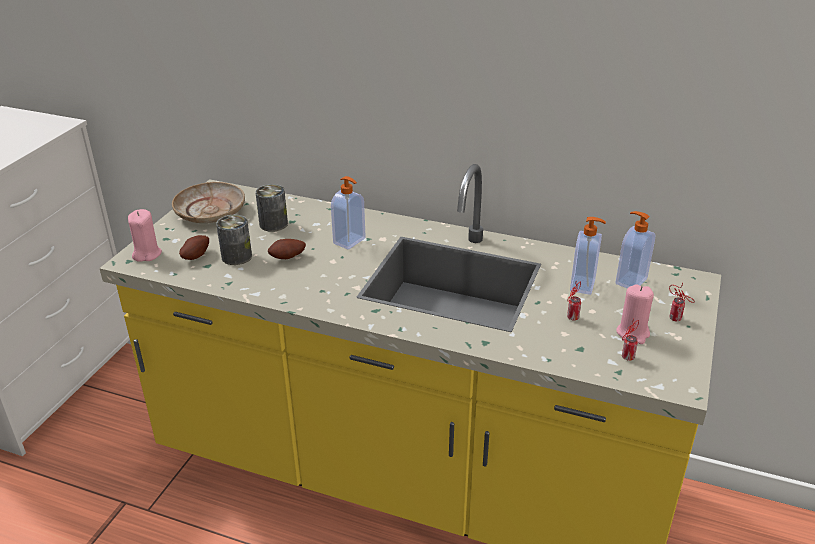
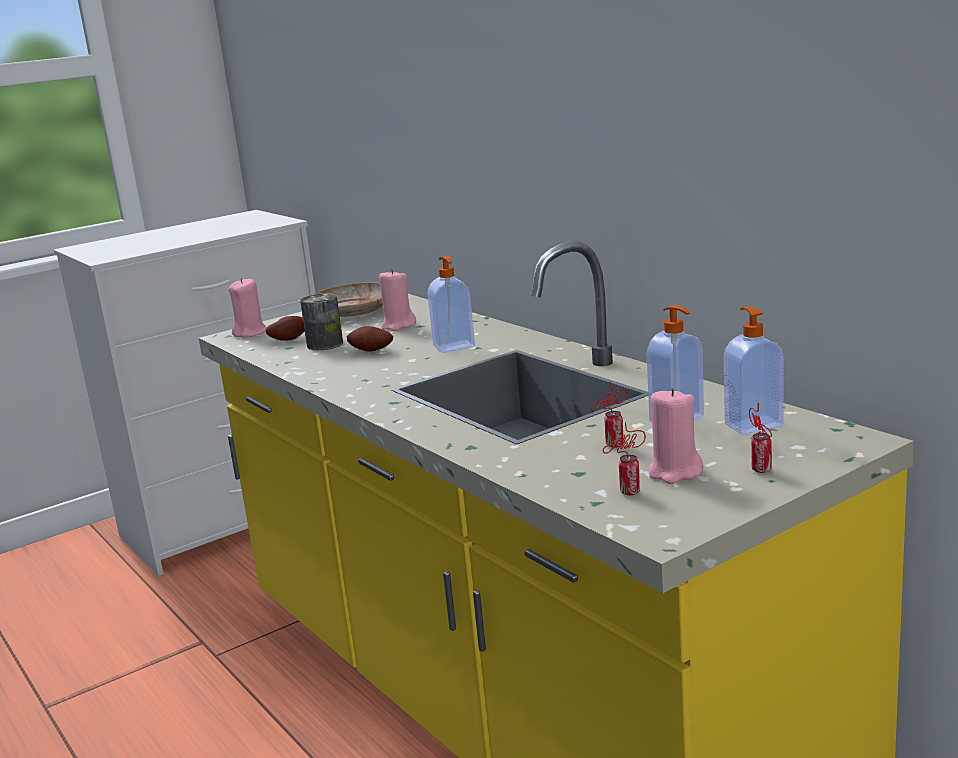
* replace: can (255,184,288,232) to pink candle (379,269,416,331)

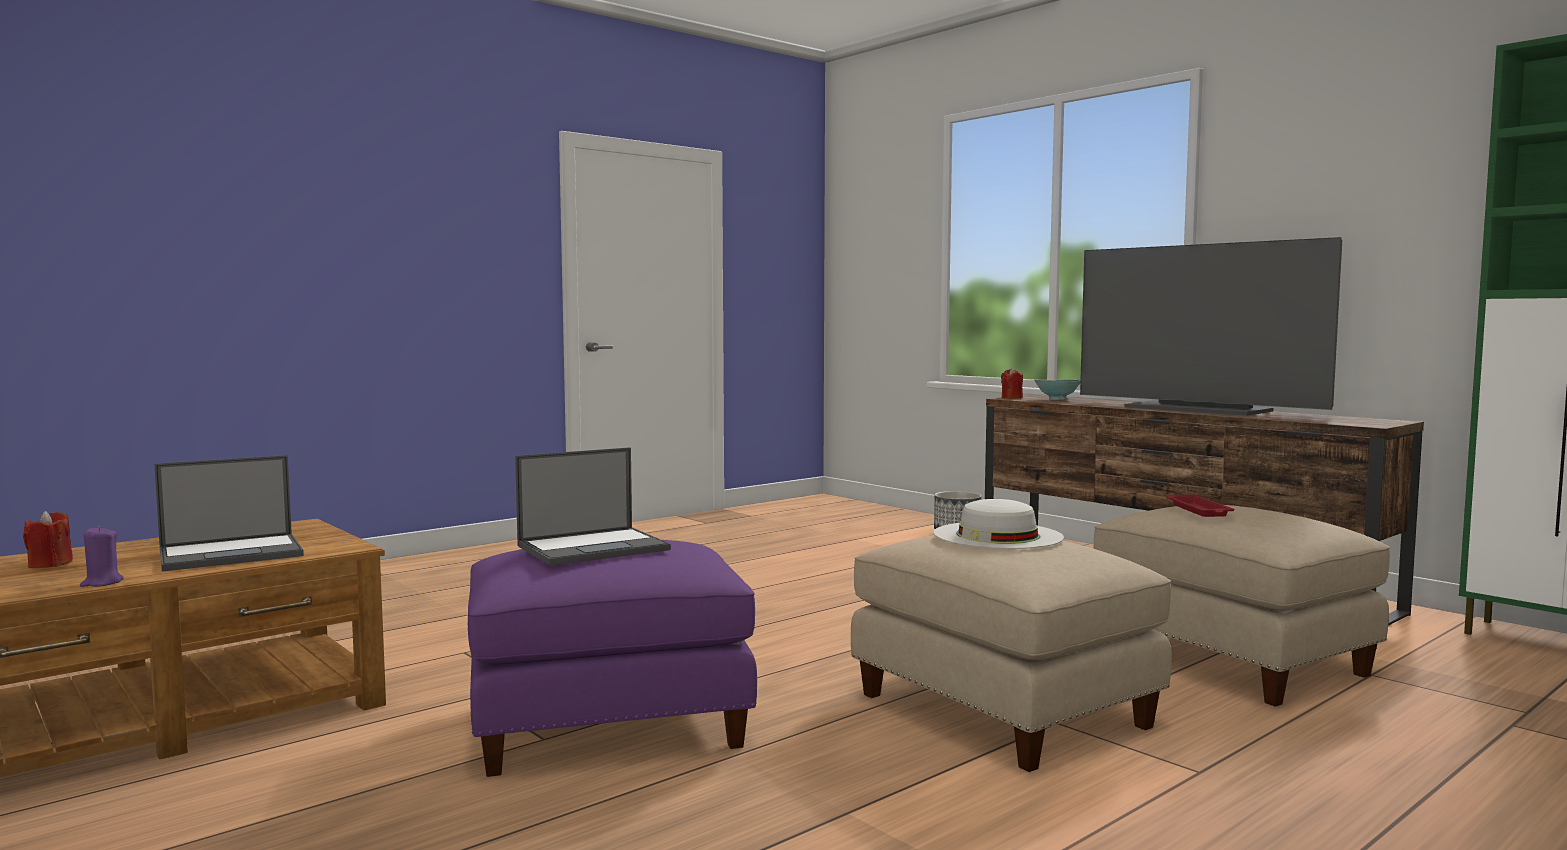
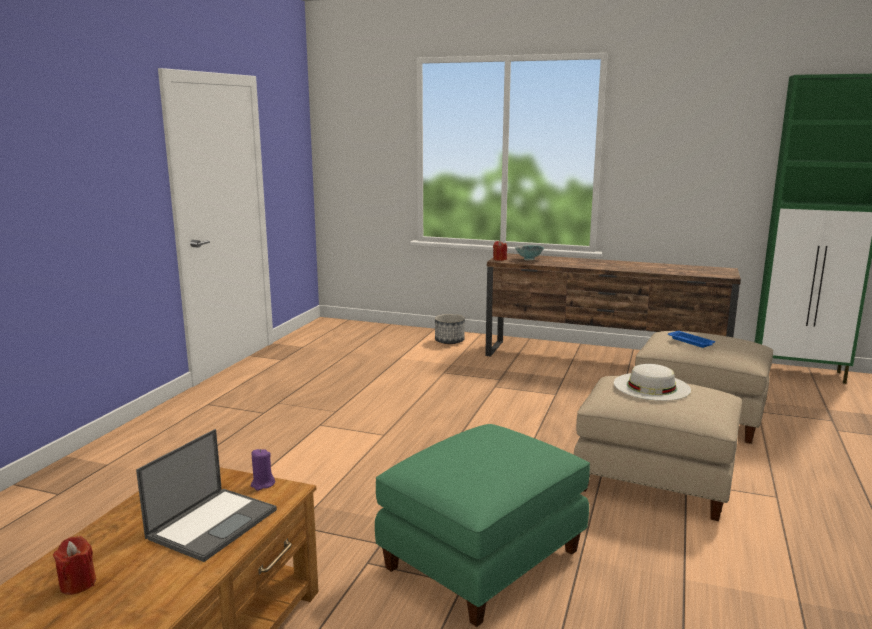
* move: purple candle (80,526,124,587) to (251,449,275,491)
* recolor: purple ottoman (468,540,757,777) to green ottoman (375,424,590,627)
* recolor: red tray (1166,494,1234,517) to blue tray (668,330,715,348)
* delete: laptop (515,447,671,566)
* delete: television (1080,237,1342,416)

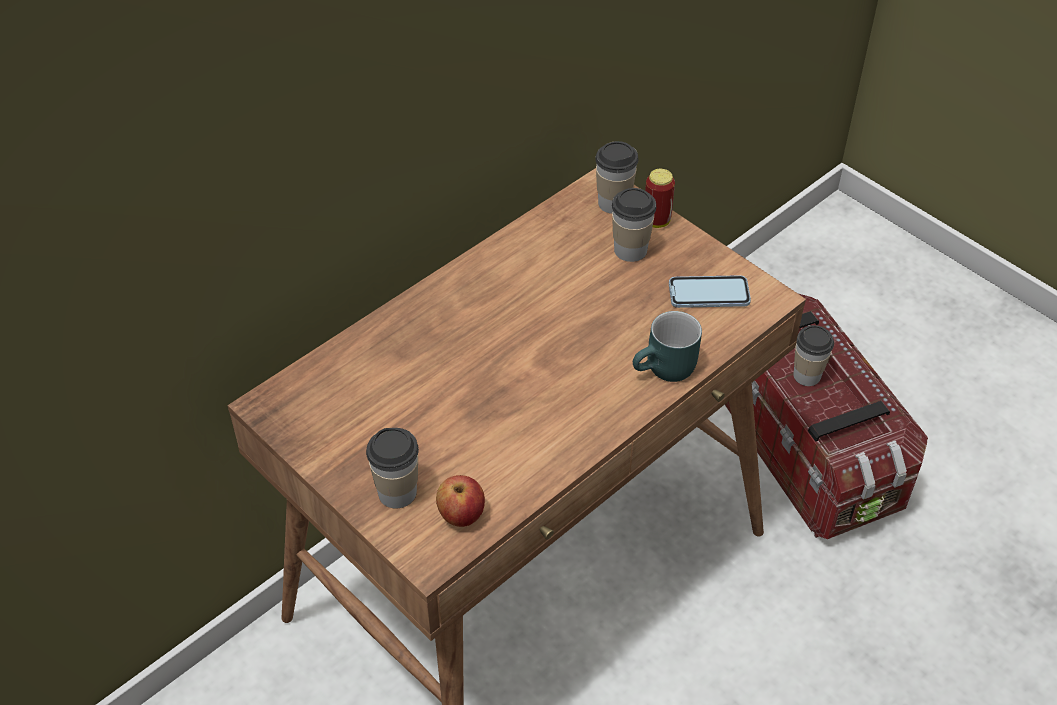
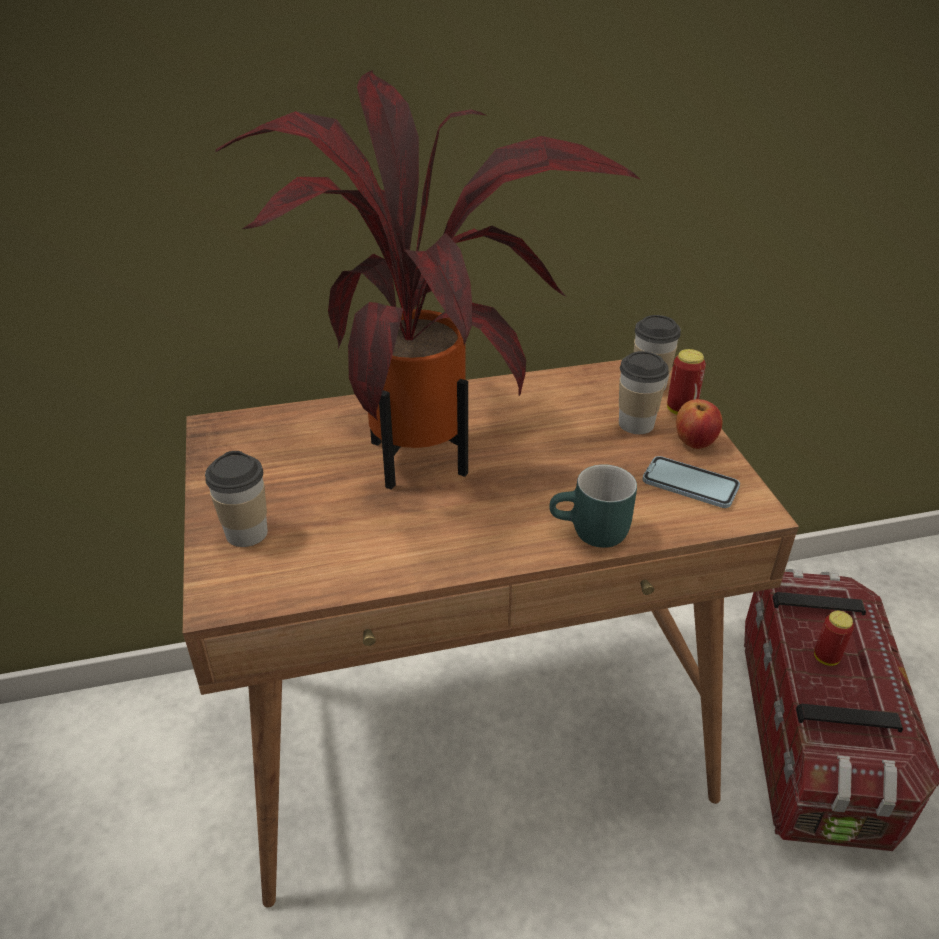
* insert: potted plant (215,70,641,489)
* move: apple (436,475,485,527) to (676,399,722,449)
* replace: cup (793,325,834,386) to can (814,611,854,666)

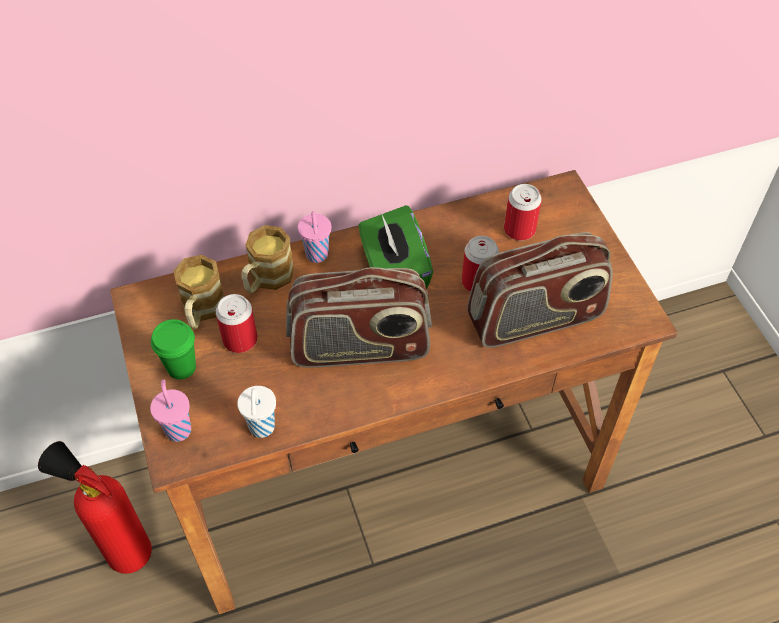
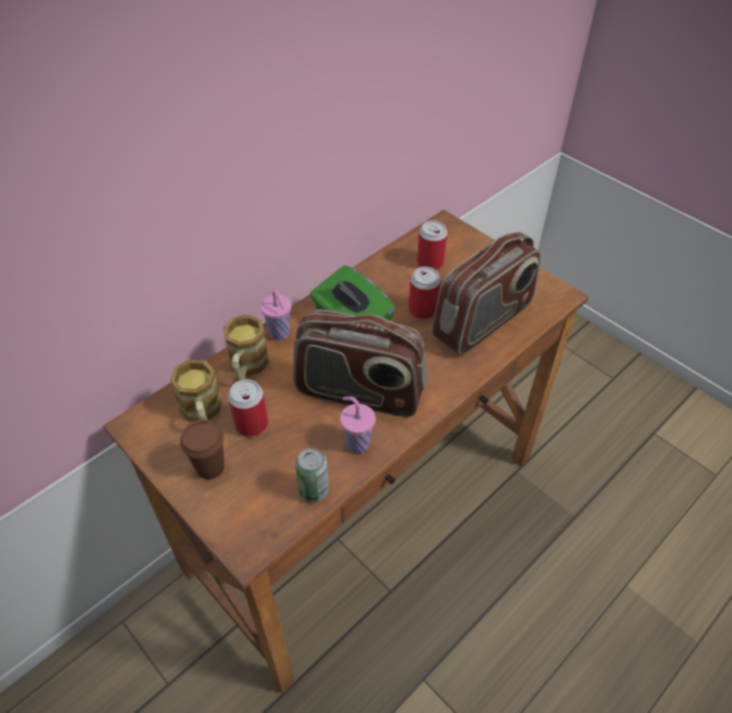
* recolor: green cup (151,319,196,380) to brown cup (180,420,224,479)
* rotate: radio (286,267,432,368) = (293,310,426,417) 45 degrees clockwise
* replace: white cup (237,386,276,438) to can (295,448,329,502)
* move: pink cup (150,379,191,442) to (340,397,376,453)
* delete: fire extinguisher (38,441,152,574)

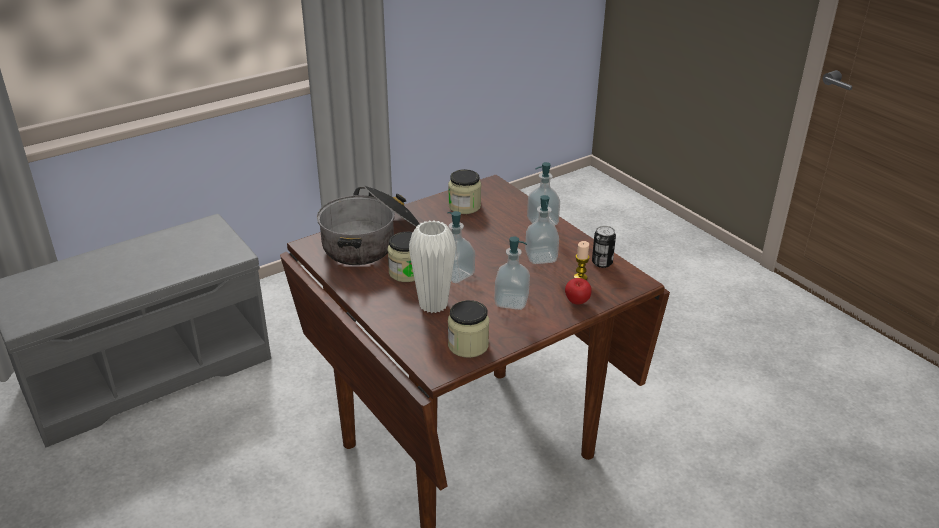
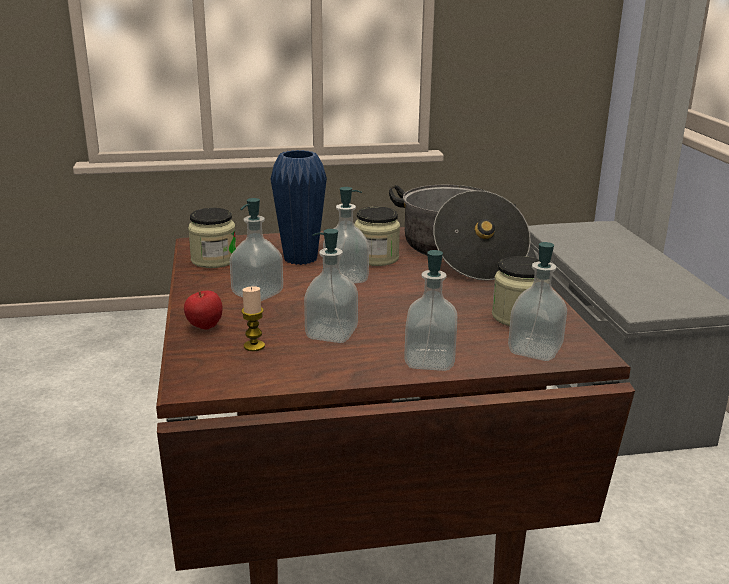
* recolor: white vase (409,220,456,313) to blue vase (271,150,327,265)
* insert: soap dispenser (508,242,567,361)
* delete: can (592,226,616,268)

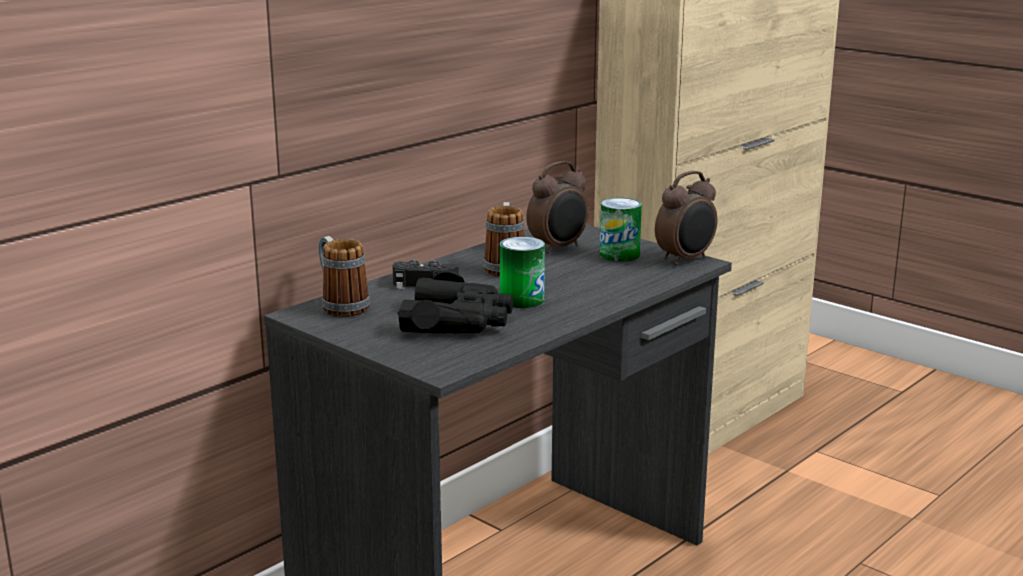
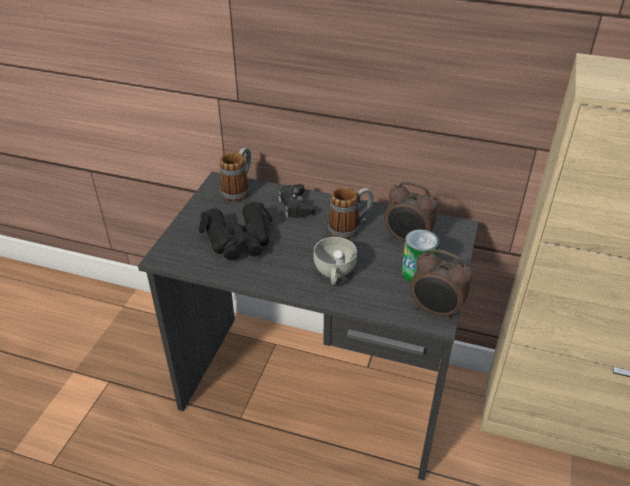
* insert: white cup (313,237,357,285)
* delete: can (500,237,545,308)

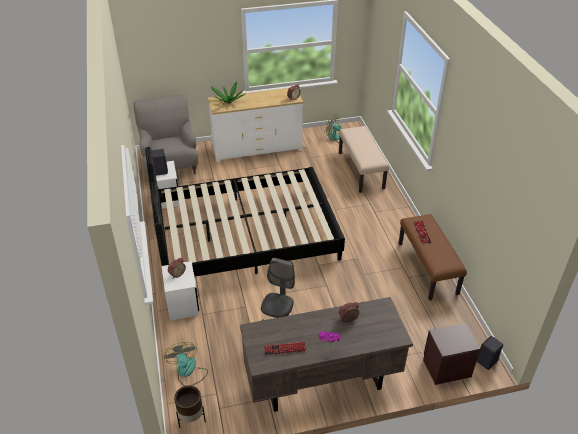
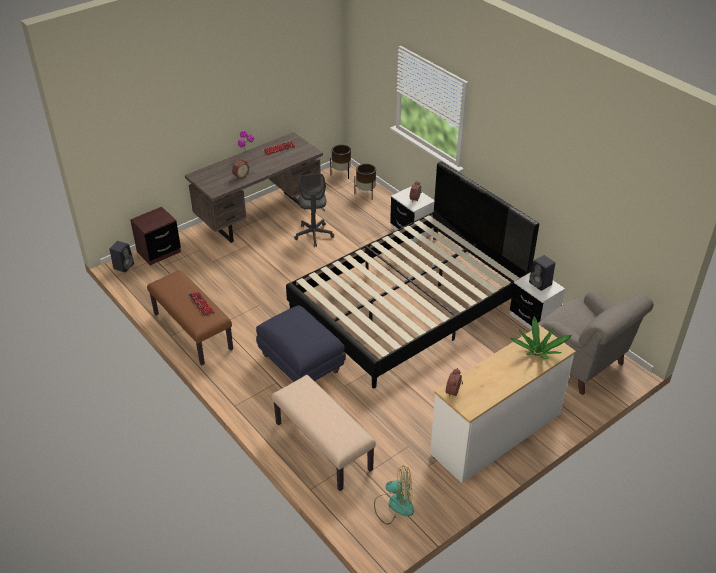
* insert: blue ottoman (256,305,346,382)
* replace: fan (164,342,208,386) to brown planter (354,164,376,199)

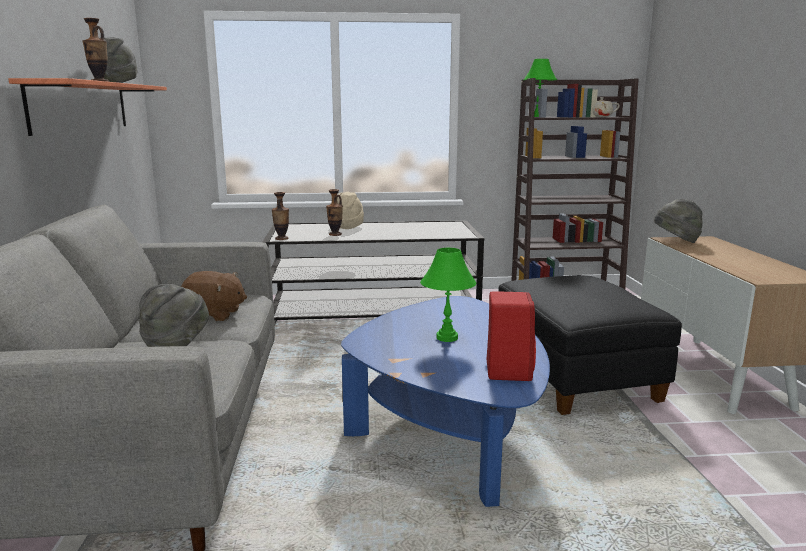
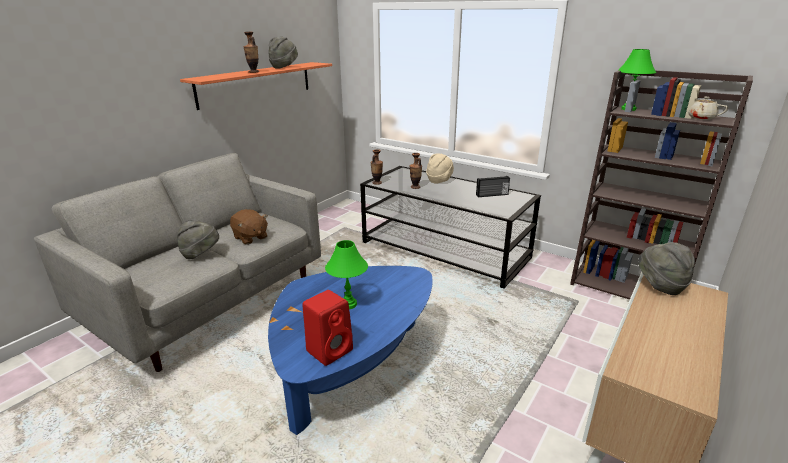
* insert: radio (476,176,510,197)
* delete: black ottoman (498,275,682,415)

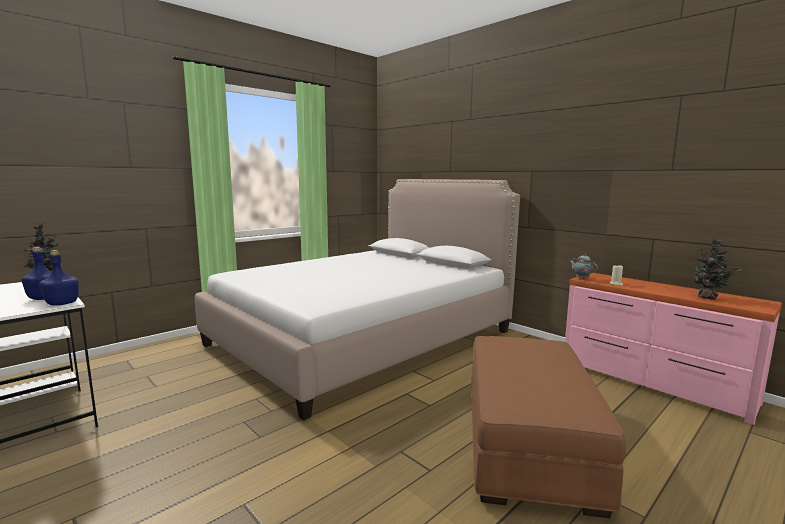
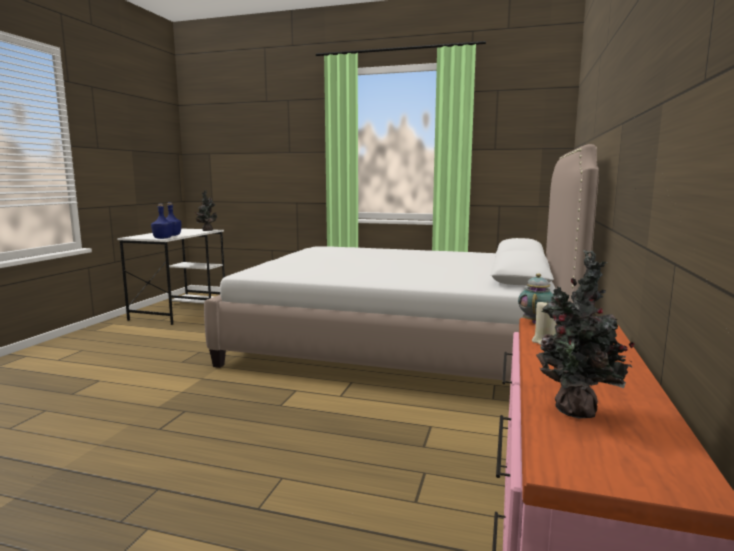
* delete: brown ottoman (471,336,626,518)

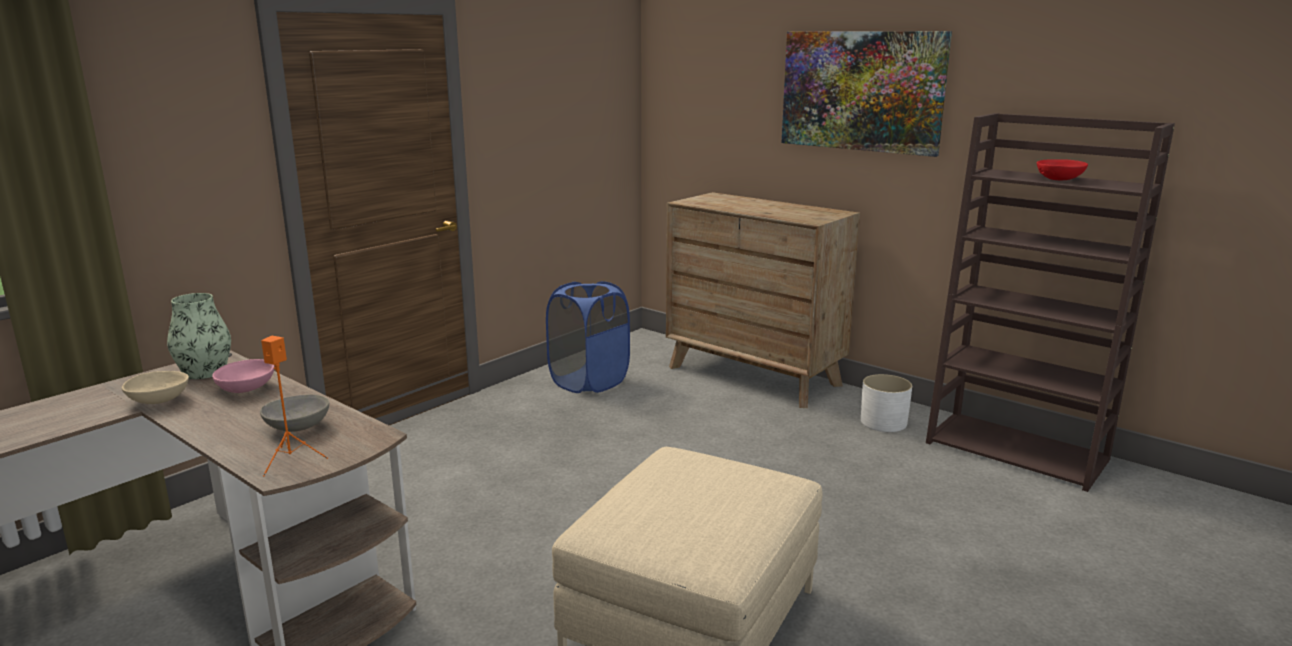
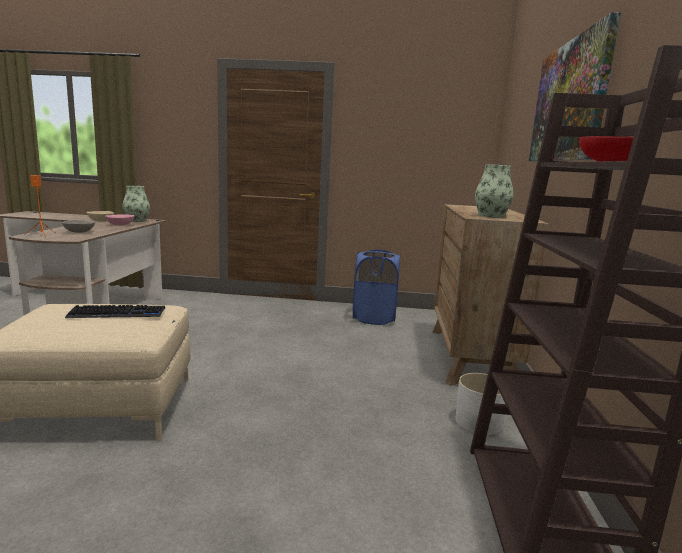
* insert: keyboard (65,305,165,318)
* insert: vase (475,164,514,218)

